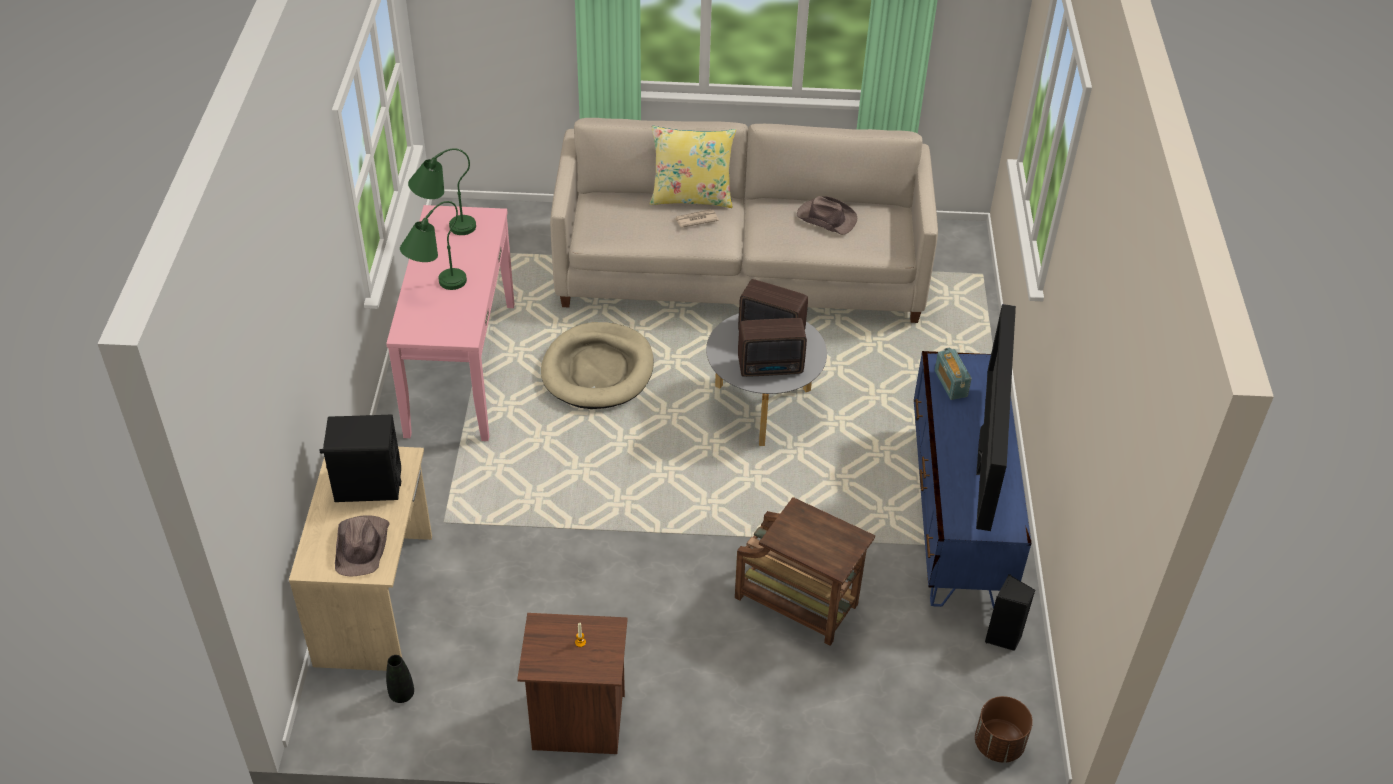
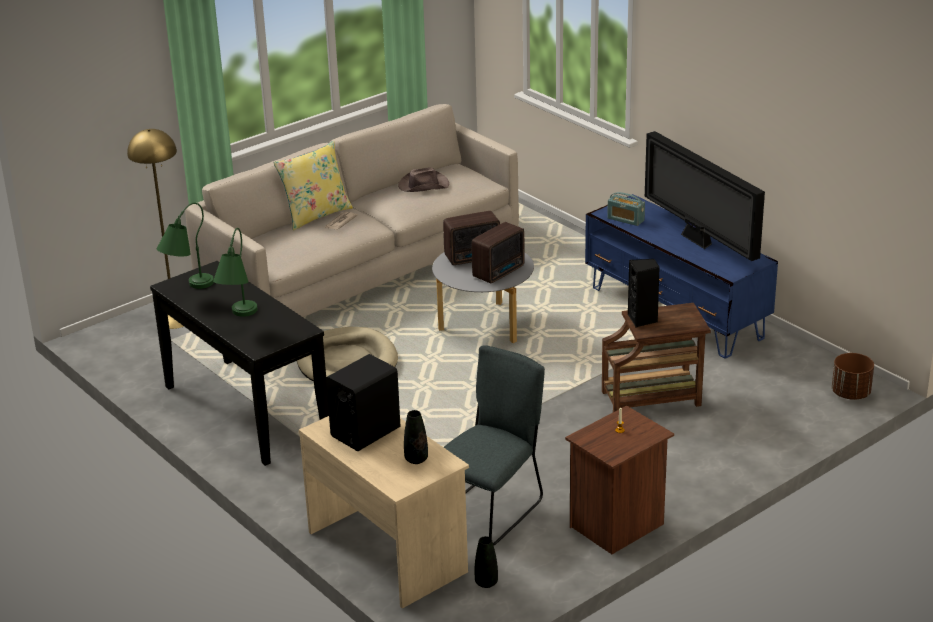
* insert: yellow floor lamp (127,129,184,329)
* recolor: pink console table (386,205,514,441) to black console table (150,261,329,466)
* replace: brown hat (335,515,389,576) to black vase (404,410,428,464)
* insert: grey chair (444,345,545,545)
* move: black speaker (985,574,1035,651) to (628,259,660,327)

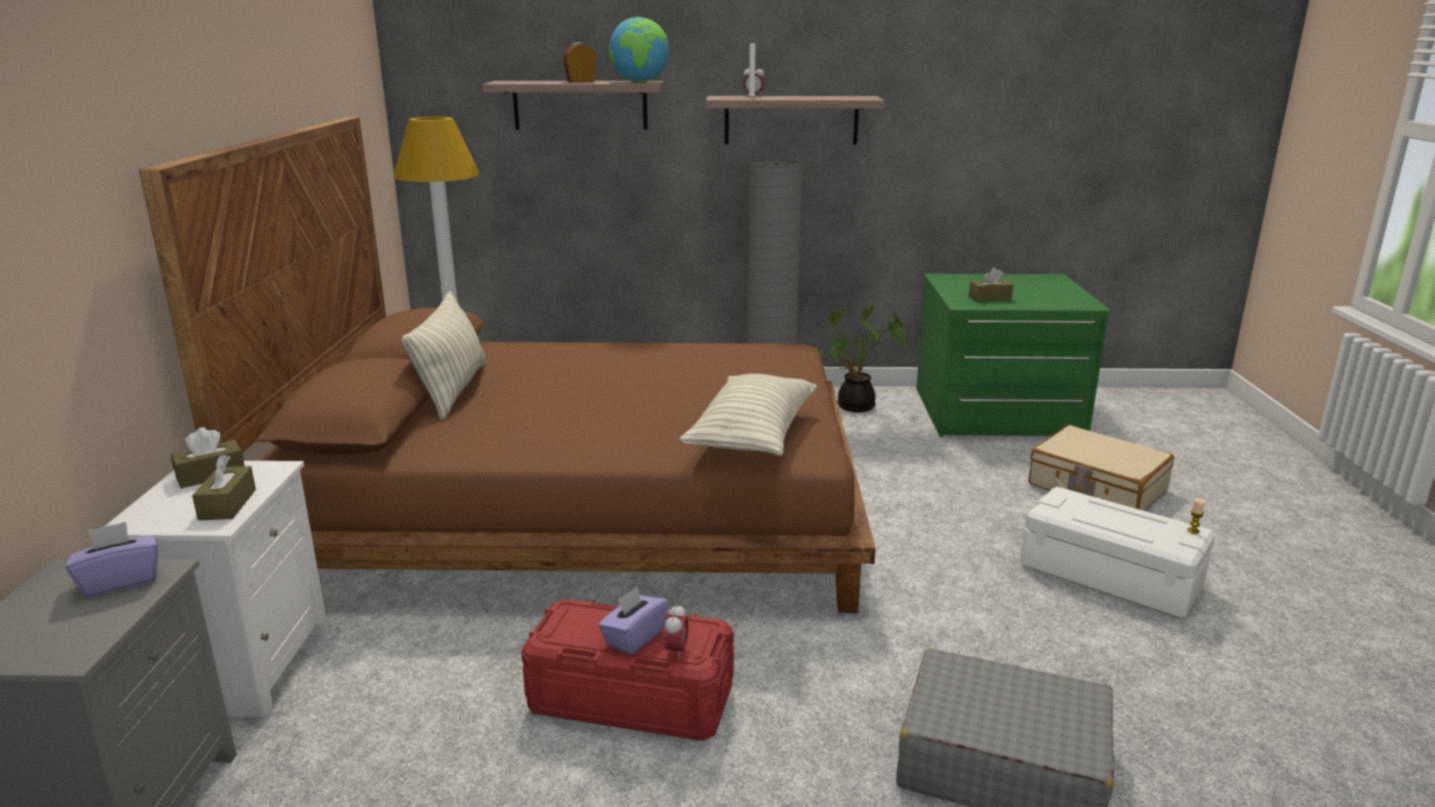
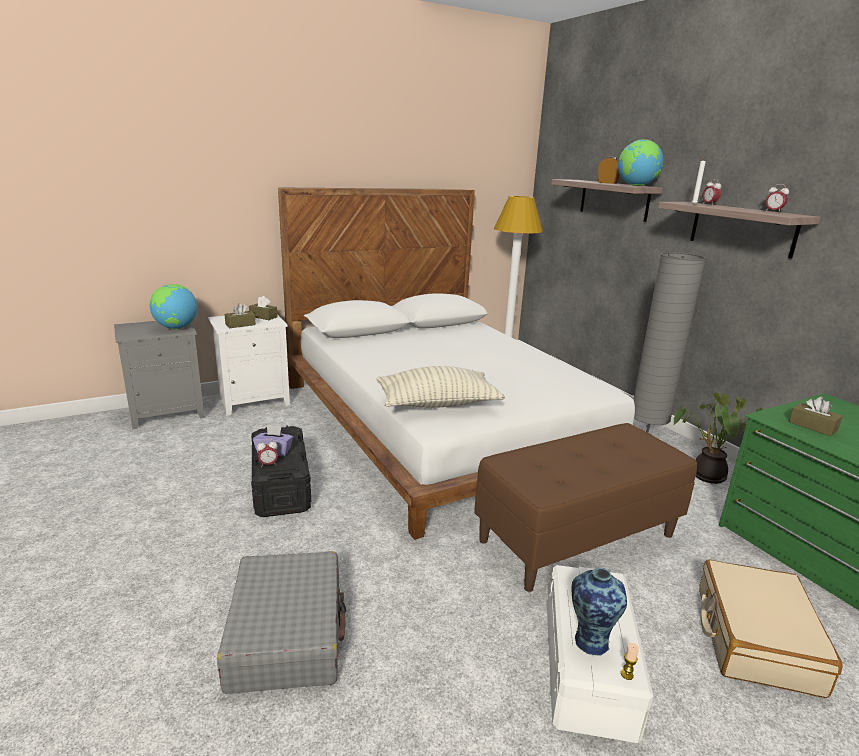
* replace: purple tissue box (66,522,158,597) to globe (149,284,198,329)
* recolor: red storage box (521,599,734,741) to black storage box (251,426,311,517)
* recolor: brown bed (139,117,876,613) to white bed (278,187,650,540)
* insert: brown bench (474,423,697,592)
* insert: vase (572,568,627,656)
* insert: alarm clock (765,184,789,212)
* delete: pillow (401,291,486,420)

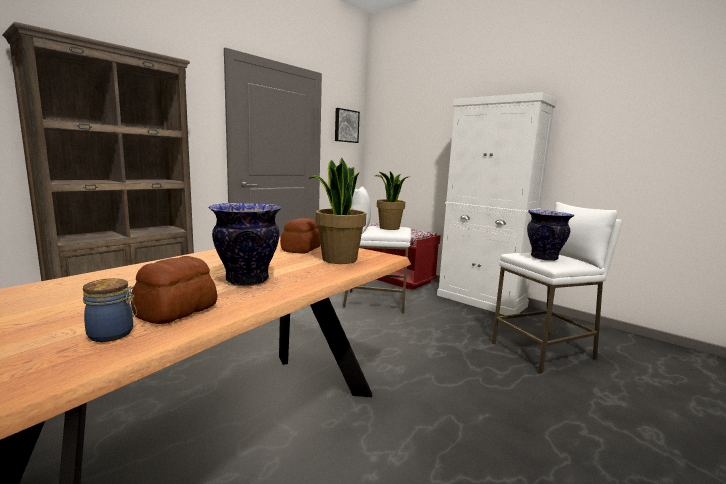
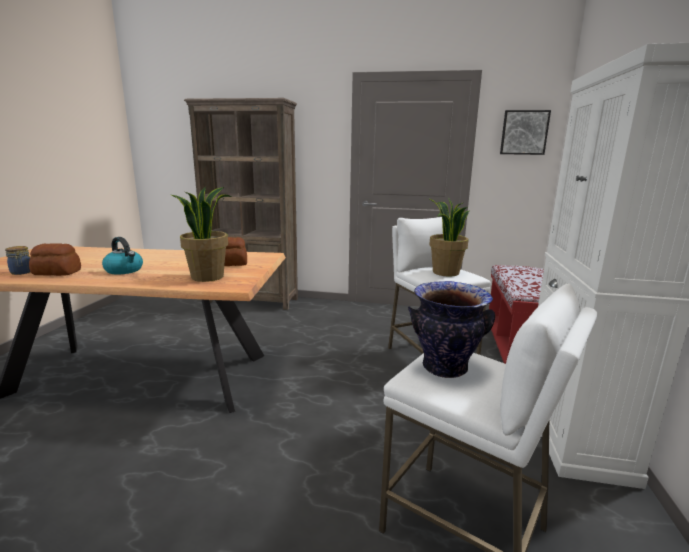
* replace: vase (209,203,282,286) to kettle (102,237,143,275)

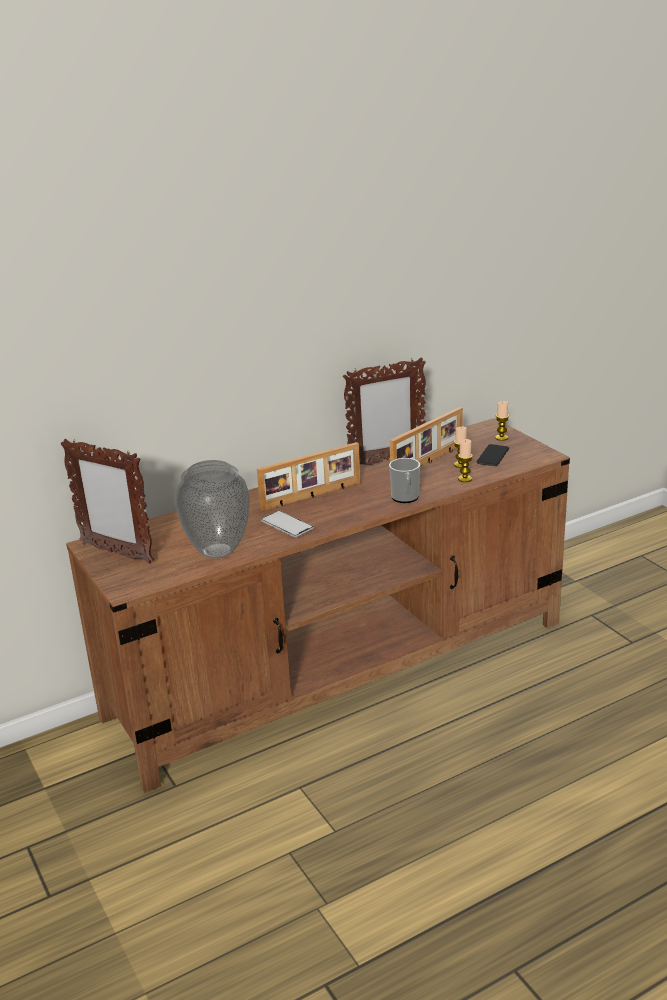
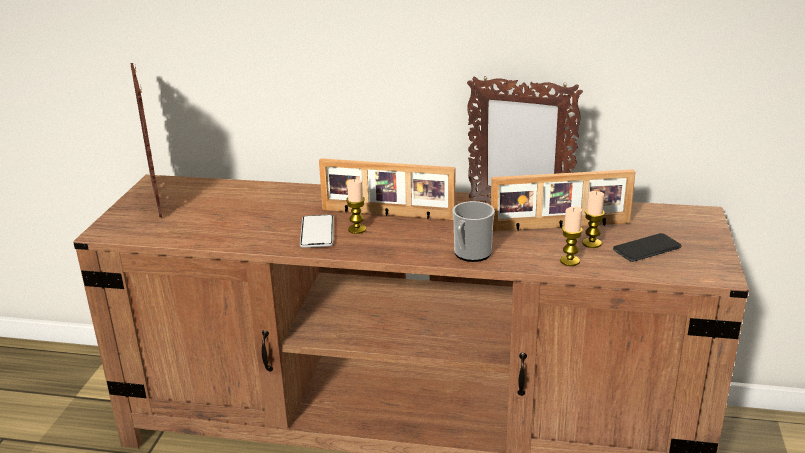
* move: candle (495,401,509,441) to (346,179,366,234)
* delete: vase (175,460,250,559)

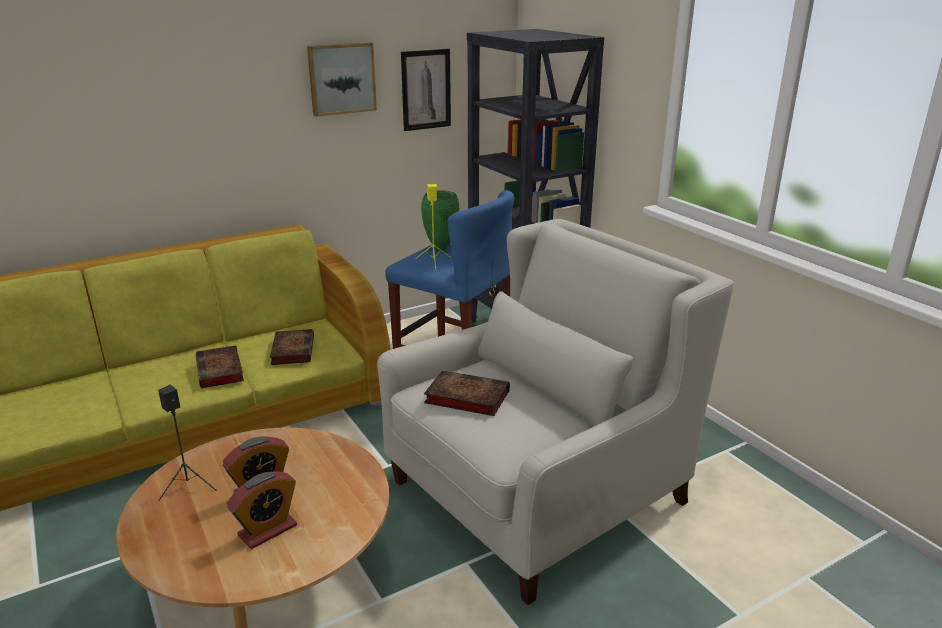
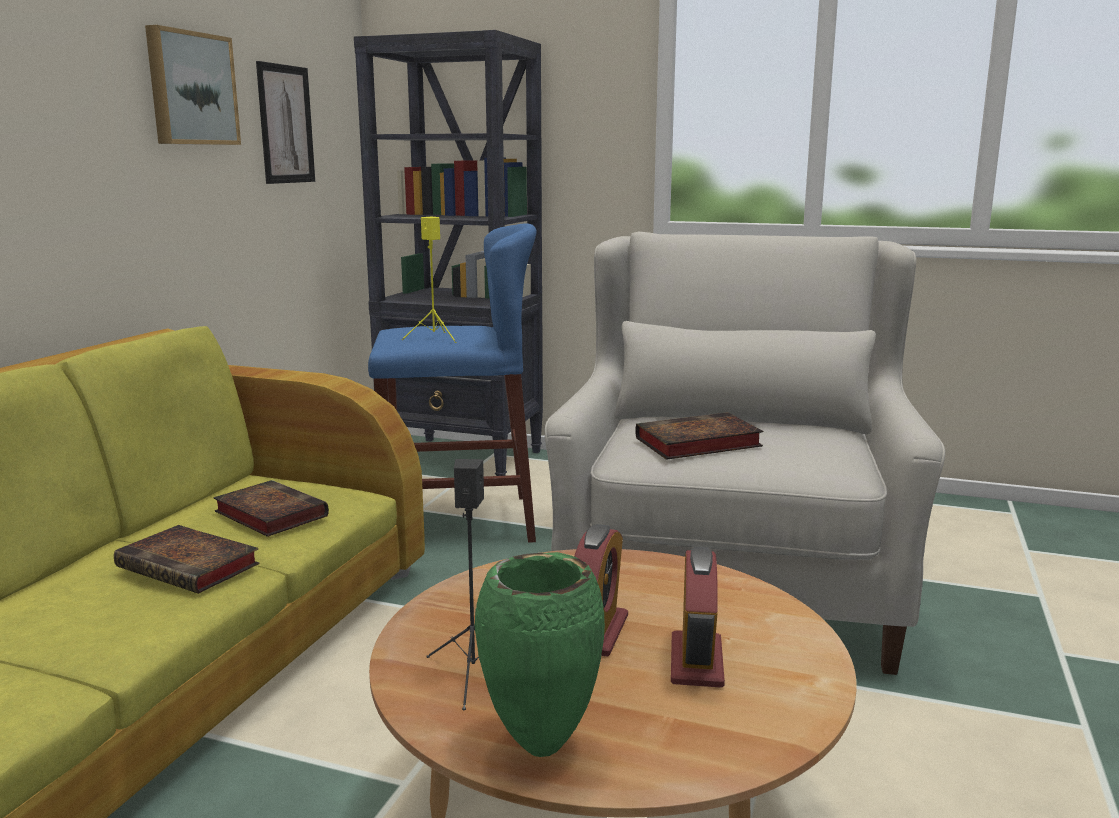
* move: green vase (421,191,459,251) to (475,552,605,757)

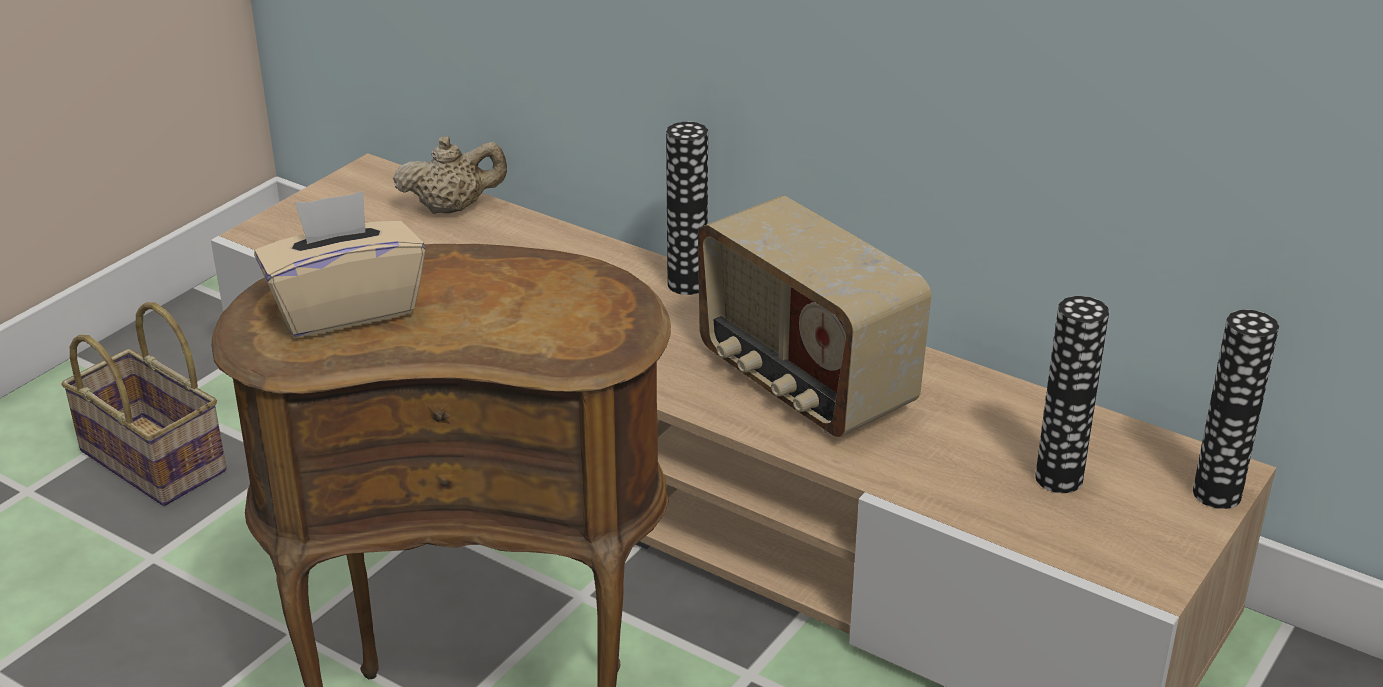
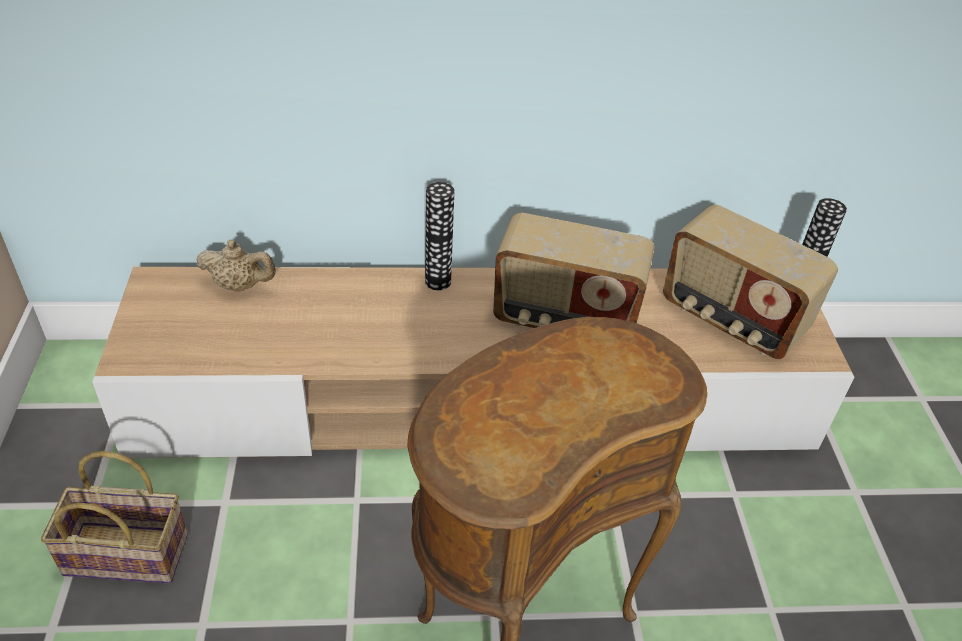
* rotate: beige teapot (393,136,507,214) = (196,240,276,292) 60 degrees clockwise
* replace: vase (1035,296,1109,493) to radio (663,205,838,359)
* delete: beige tissue box (254,191,426,337)

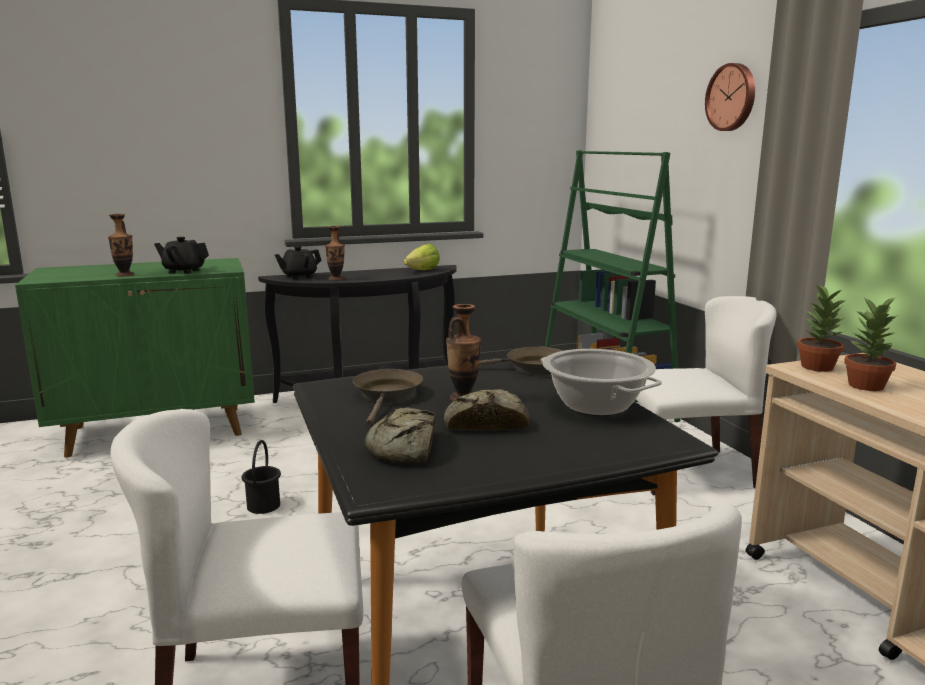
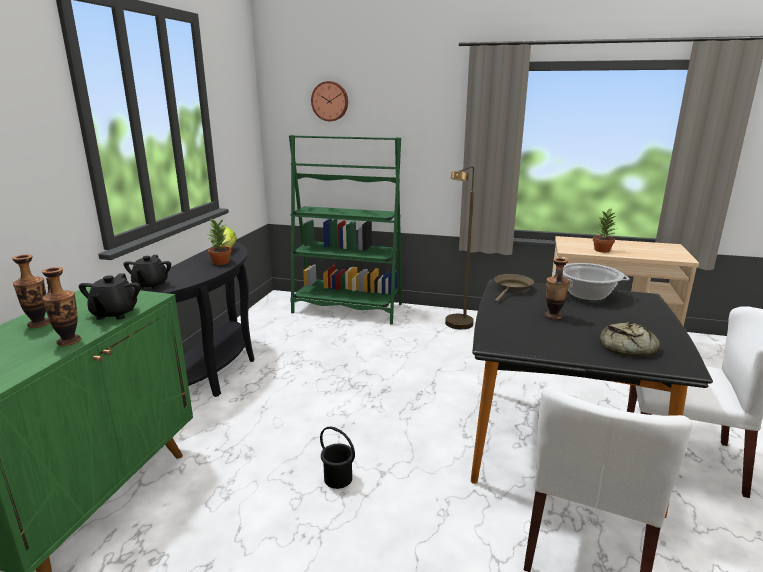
* move: vase (325,226,345,280) to (12,255,50,328)
* rotate: black teapot (154,237,209,274) = (79,274,141,320) 45 degrees counterclockwise
* move: potted plant (797,284,848,372) to (208,219,232,265)
* move: wall clock (705,63,755,131) to (311,81,348,121)
* replace: white chair (636,296,777,495) to brown floor lamp (445,166,474,329)
* delete: brown frying pan (353,369,423,425)
* delete: bread (444,389,530,430)

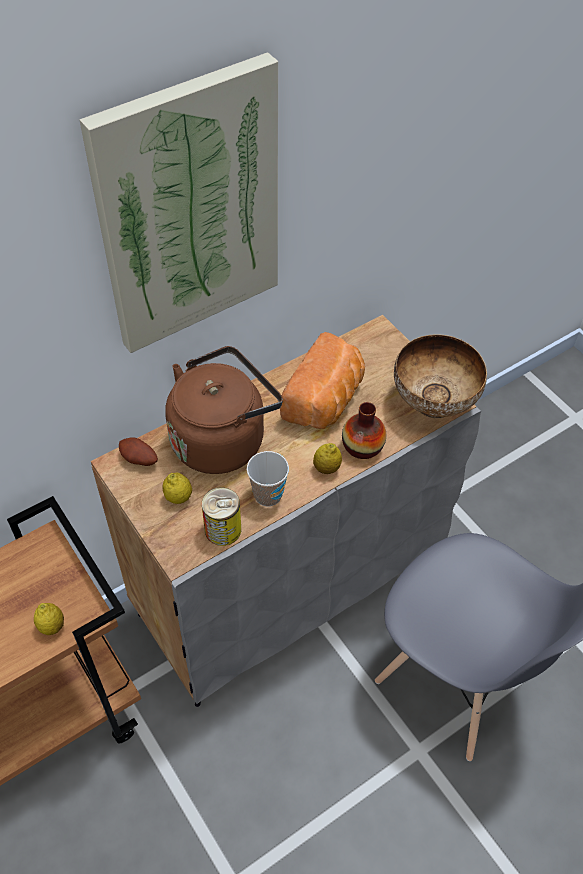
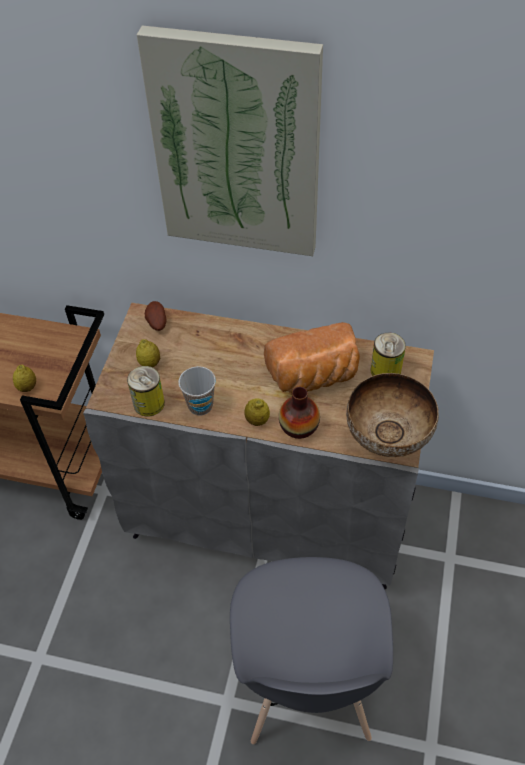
* insert: can (370,333,406,376)
* delete: brown kettle (165,346,283,474)

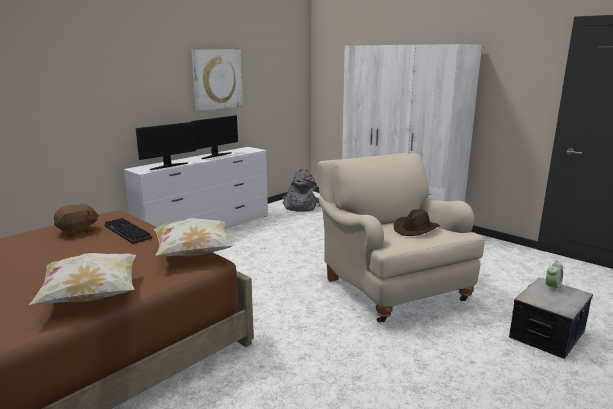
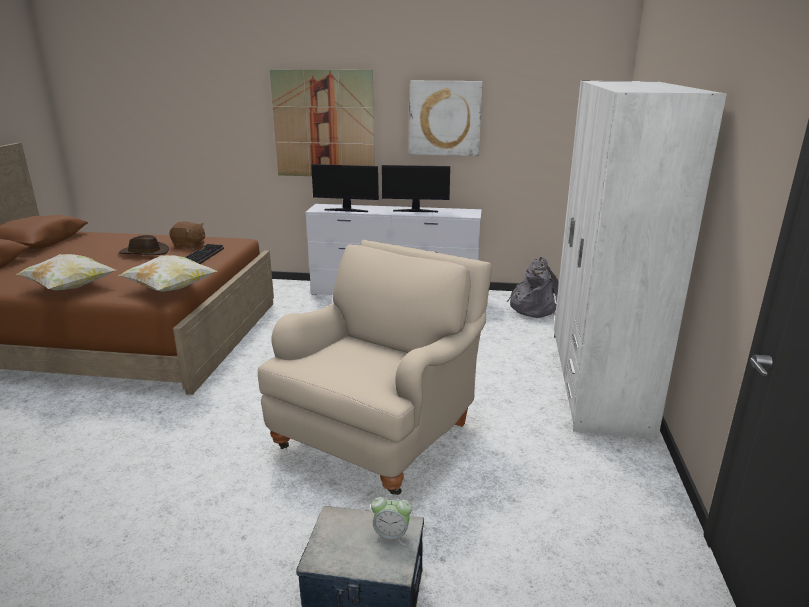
* move: brown hat (394,209,440,236) to (119,235,169,255)
* insert: picture (270,70,375,176)

